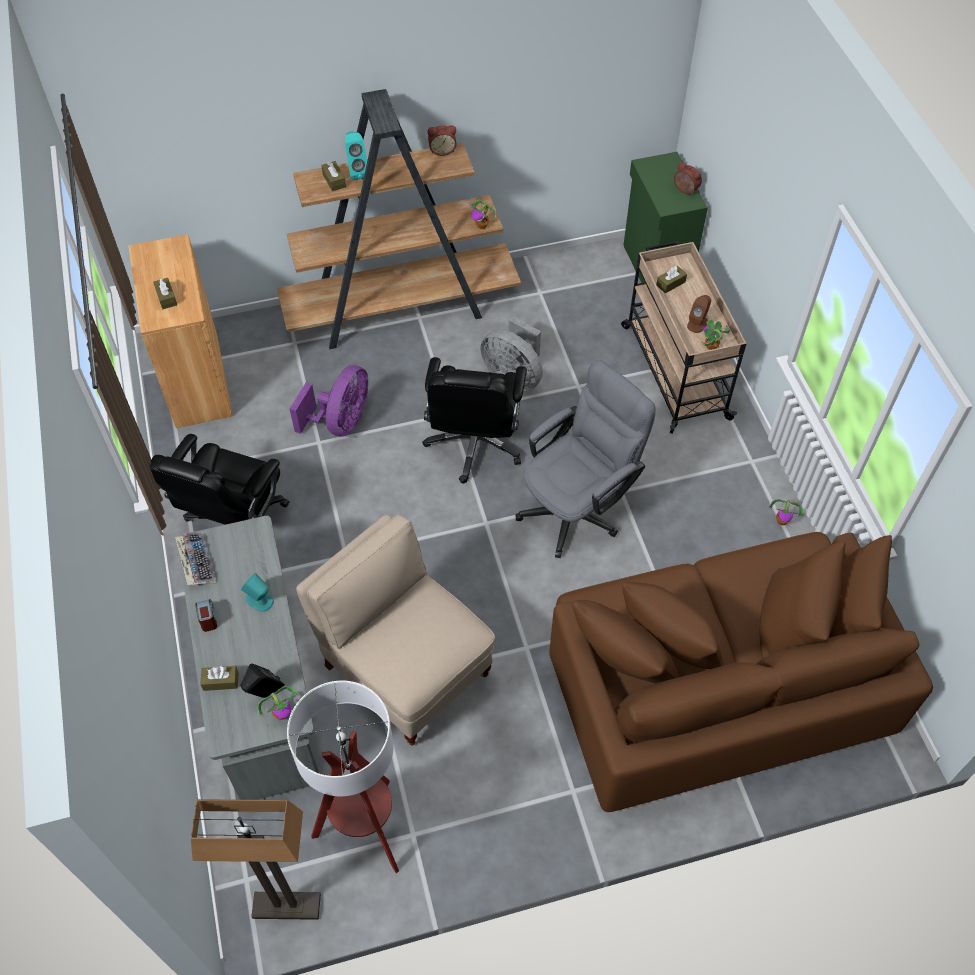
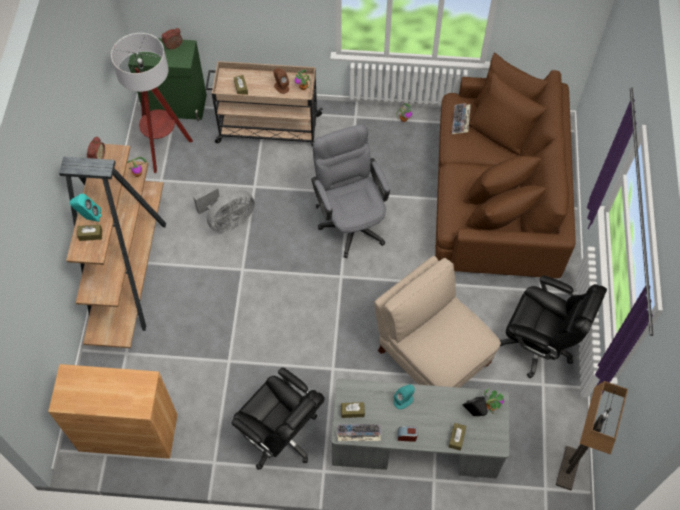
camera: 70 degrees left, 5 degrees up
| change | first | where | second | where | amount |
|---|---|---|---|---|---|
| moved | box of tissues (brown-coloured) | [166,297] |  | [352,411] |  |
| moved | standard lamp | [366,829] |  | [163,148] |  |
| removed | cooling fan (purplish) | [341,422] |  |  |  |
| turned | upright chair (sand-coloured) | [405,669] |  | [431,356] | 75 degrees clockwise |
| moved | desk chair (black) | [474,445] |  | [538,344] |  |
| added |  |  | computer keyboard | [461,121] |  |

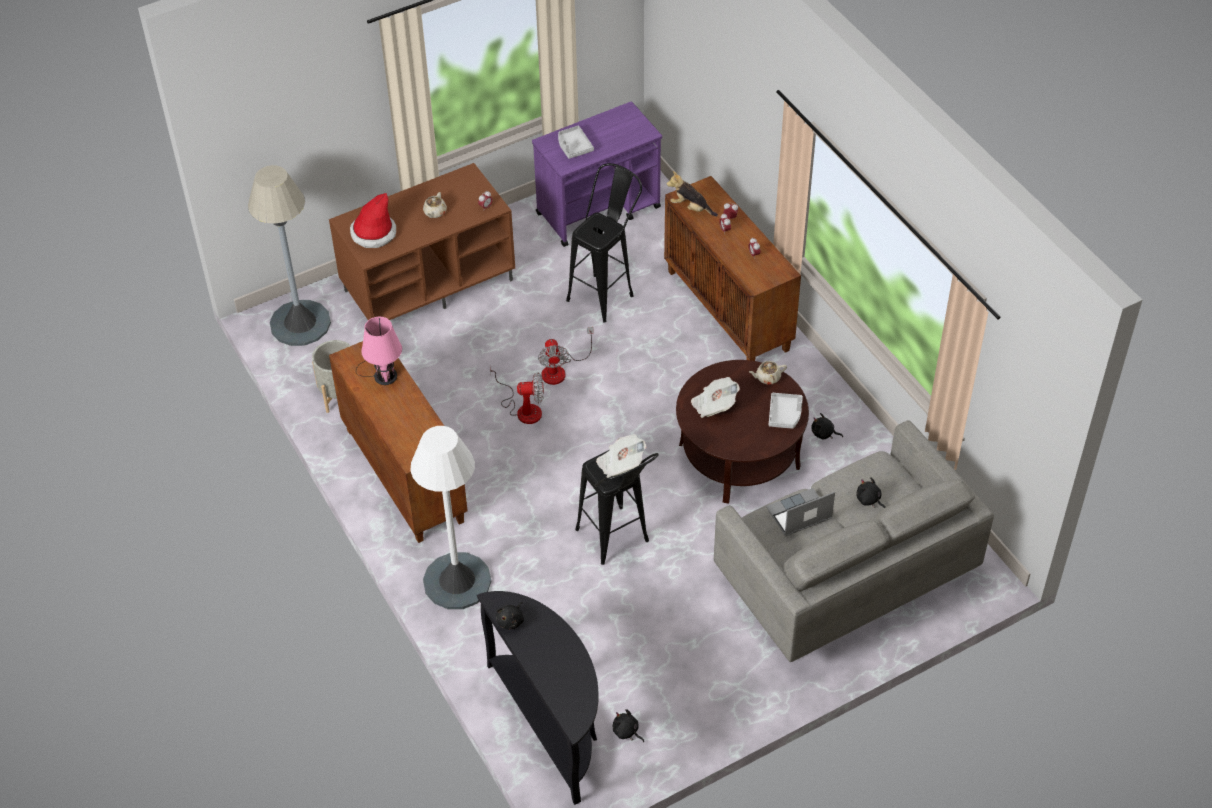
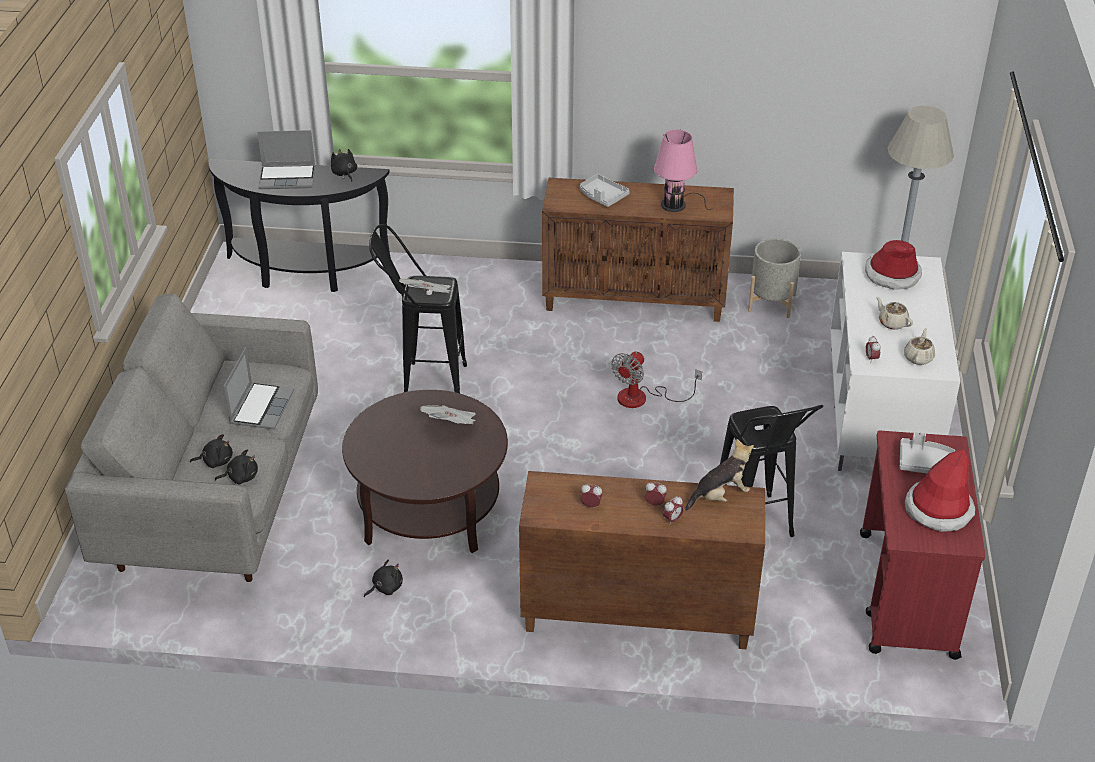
camera: 125 degrees right, 10 degrees down
| change | first | where | second | where | amount |
|---|---|---|---|---|---|
| recoloured | tv unit (brown-coloured) | [429,284] | tv unit (white) | [881,411] |  |
| removed | standard lamp (white) | [457,581] |  |  |  |
| recoloured | trolley (purplish) | [599,210] | trolley (reddish) | [907,595] |  |
| removed | cooling fan | [560,370] |  |  |  |
| moved | soft toy (black) | [626,732] |  | [241,477] |  |
| moved | teapot (sand-coloured) | [767,378] |  | [918,357] |  |
| moved | carrying tray (gray) | [785,414] |  | [602,196] |  |
| added |  |  | laptop | [288,177] |  |
| added |  |  | hat | [938,510] |  |

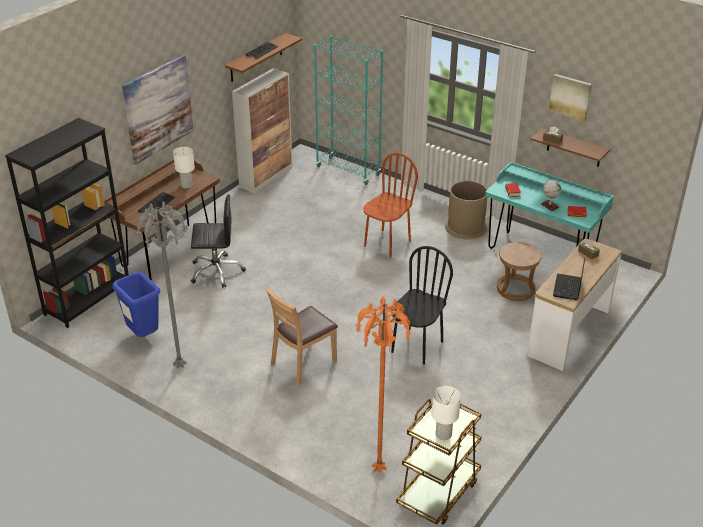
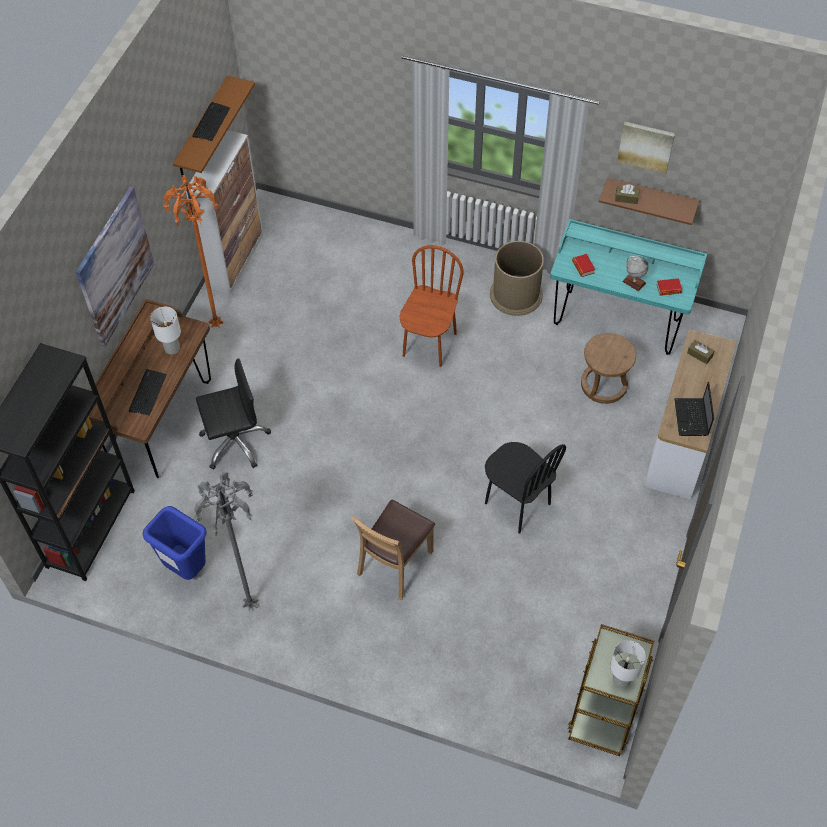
camera: 15 degrees left, 20 degrees up
| change | first | where | second | where | amount |
|---|---|---|---|---|---|
| removed | shelving unit (blue-green) | [348,171] |  |  |  |
| moved | standard lamp (orange-coloured) | [380,470] |  | [218,325] |  |
| turned | upright chair (black) | [416,346] |  | [517,504] | 120 degrees clockwise |

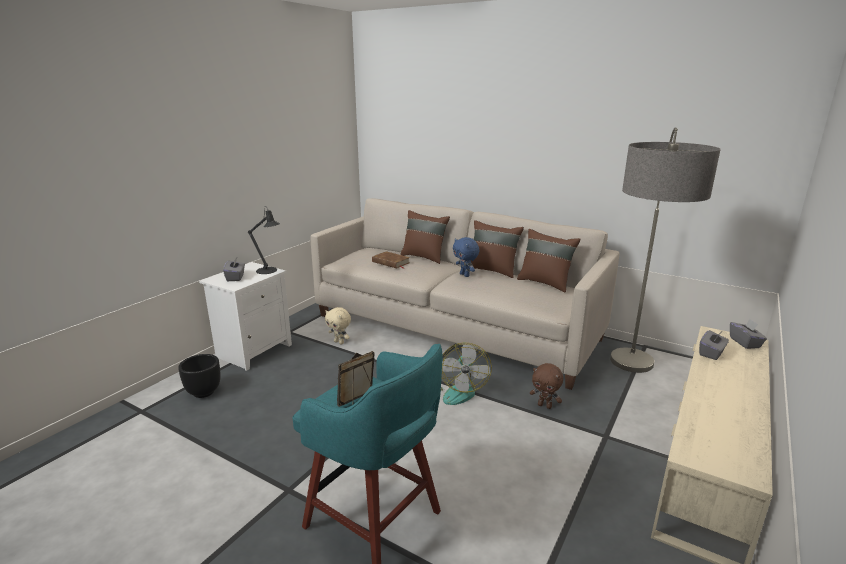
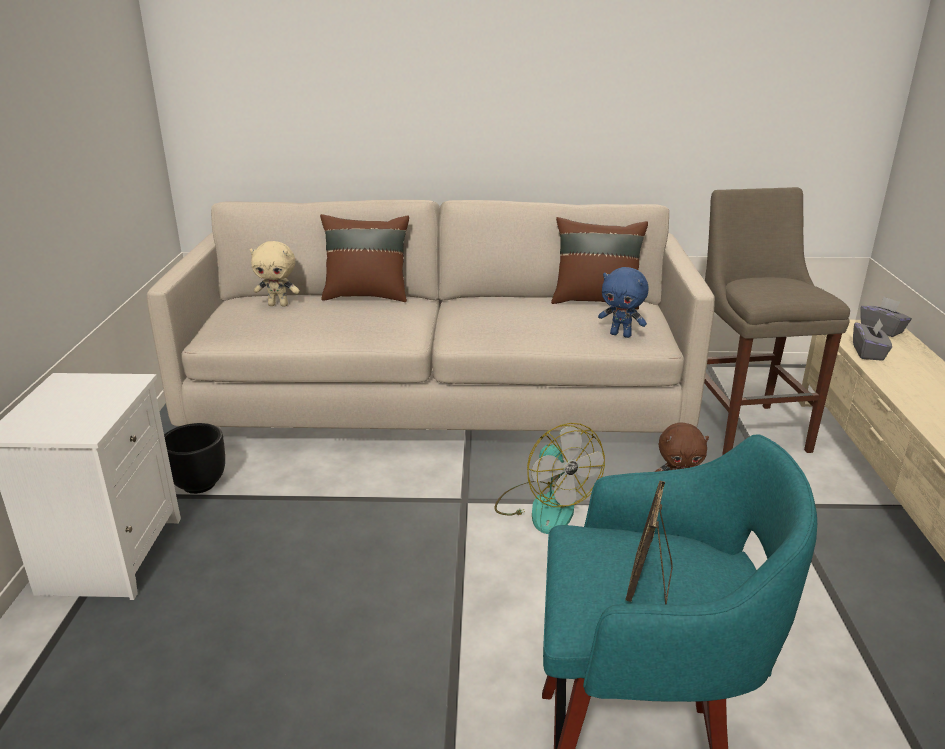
camera: 30 degrees left, 5 degrees up
| change | first | where | second | where | amount |
|---|---|---|---|---|---|
| moved | plant pot (black) | [204,392] |  | [200,485] |  |
| removed | box of tissues (gray) | [235,277] |  |  |  |
| removed | tabletop lamp (black) | [269,271] |  |  |  |
| moved | soft toy (sand-coloured) | [339,342] |  | [278,305] |  |
| removed | volume (brown-coloured) | [391,262] |  |  |  |
| moved | soft toy (blue) | [465,275] |  | [621,335] |  |
| removed | pillow (brown-coloured) | [492,270] |  |  |  |
| replaced | standard lamp | [629,387] | stool seat (sand-coloured) | [745,427] |  |

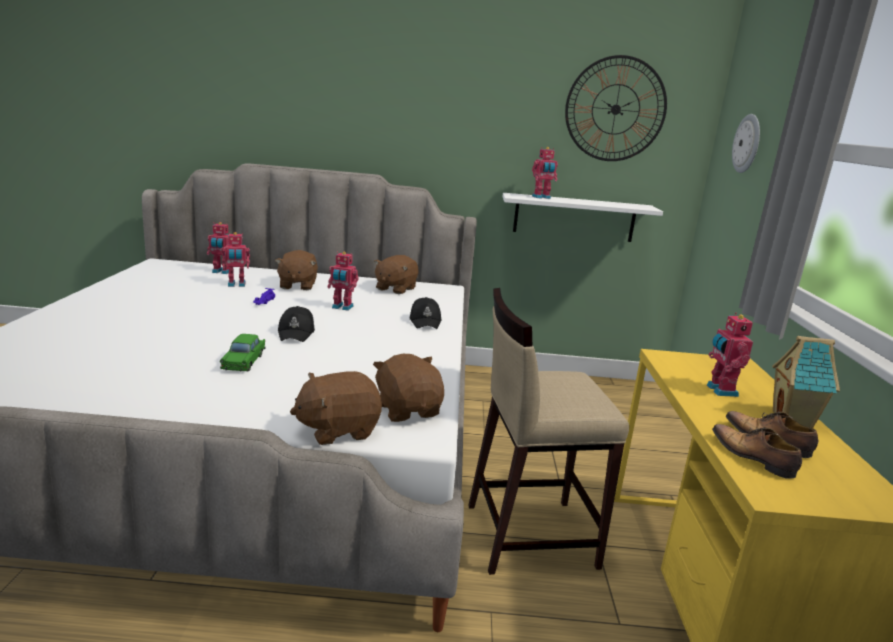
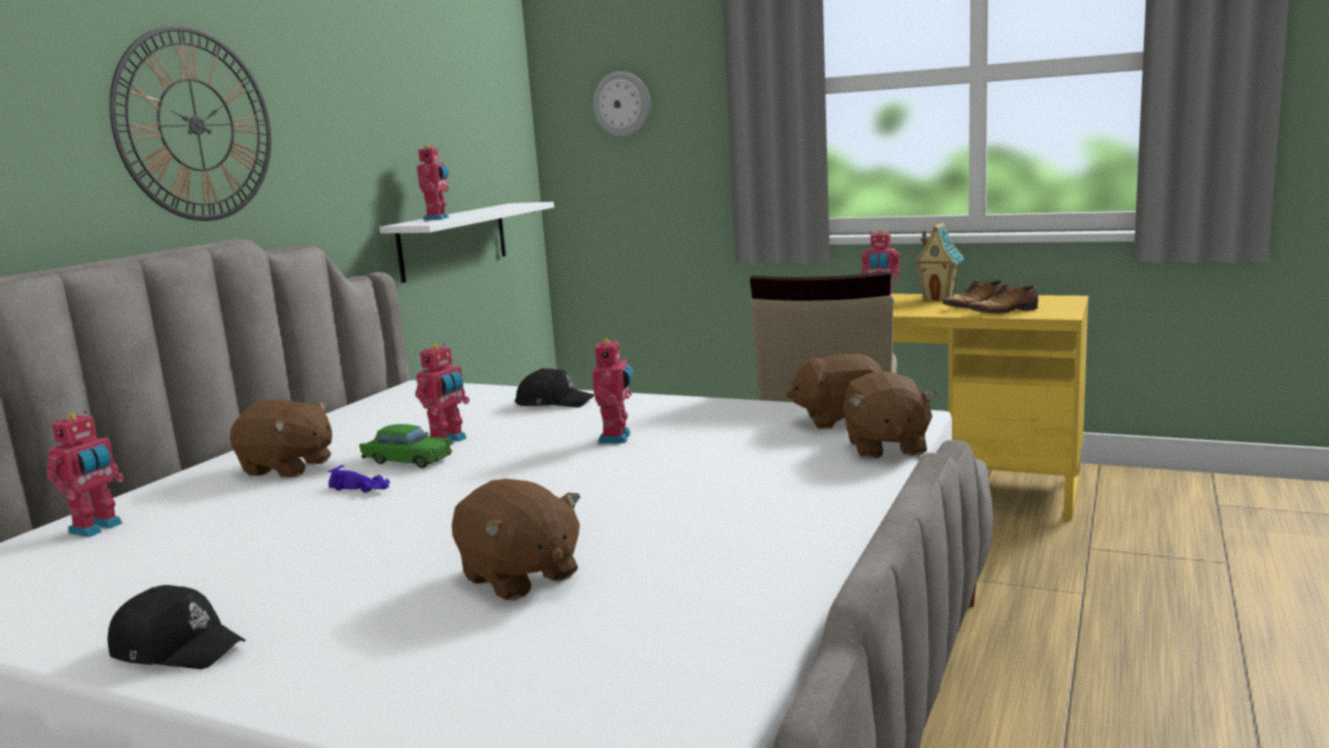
camera: 65 degrees left, 5 degrees down
| change | first | where | second | where | amount |
|---|---|---|---|---|---|
| moved | model car (greenish) | [244,361] |  | [407,460] |  |
| moved | toy robot | [236,285] |  | [617,438] |  |
| moved | cap (black) | [297,333] |  | [178,647] |  |
| moved | soft toy (brown-coloured) | [395,289] |  | [519,577] |  |
| moved | clock on the wall | [615,109] |  | [196,125] |  |

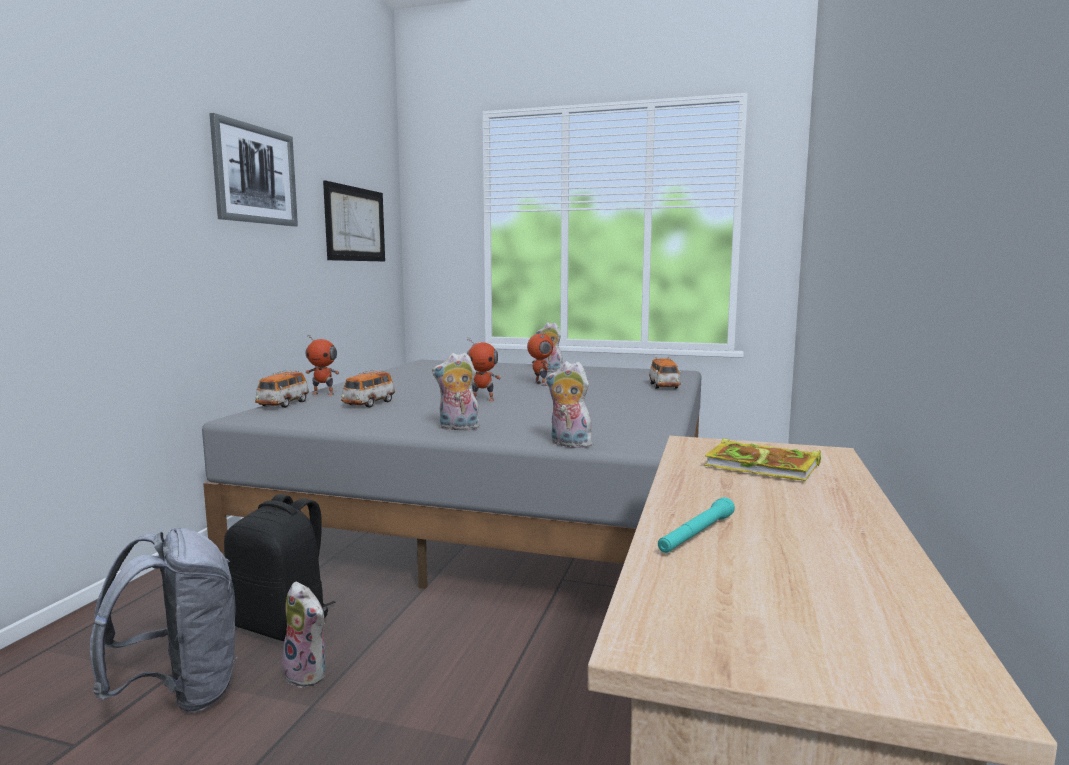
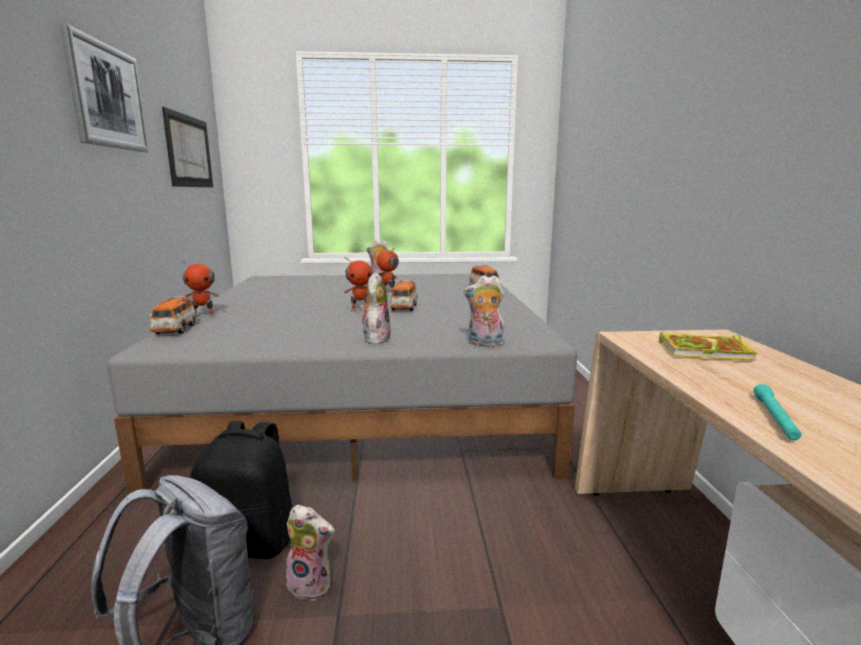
camera: 20 degrees left, 5 degrees up
| change | first | where | second | where | amount |
|---|---|---|---|---|---|
| moved | model car | [369,404] |  | [404,308] |  |
| turned | soft toy | [458,428] |  | [375,339] | 120 degrees clockwise |

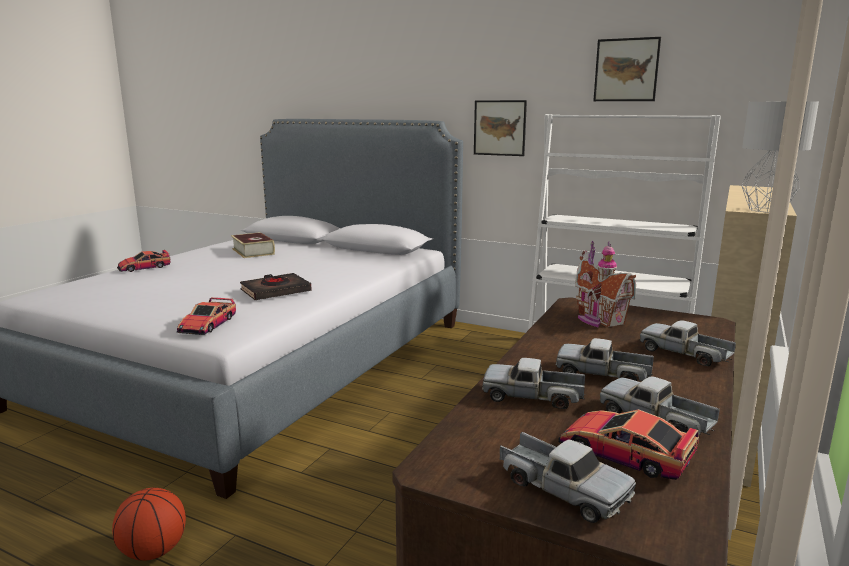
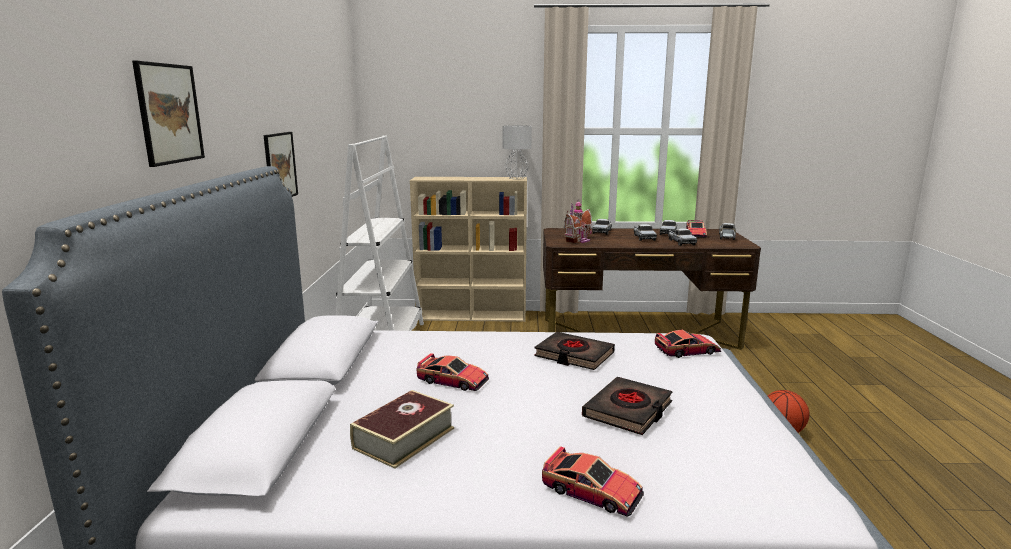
camera: 115 degrees left, 0 degrees up
| change | first | where | second | where | amount |
|---|---|---|---|---|---|
| moved | picture | [626,70] |  | [169,113] |  |
| added |  |  | model car | [453,381] |  |
| added |  |  | volume (black) | [628,410] |  |

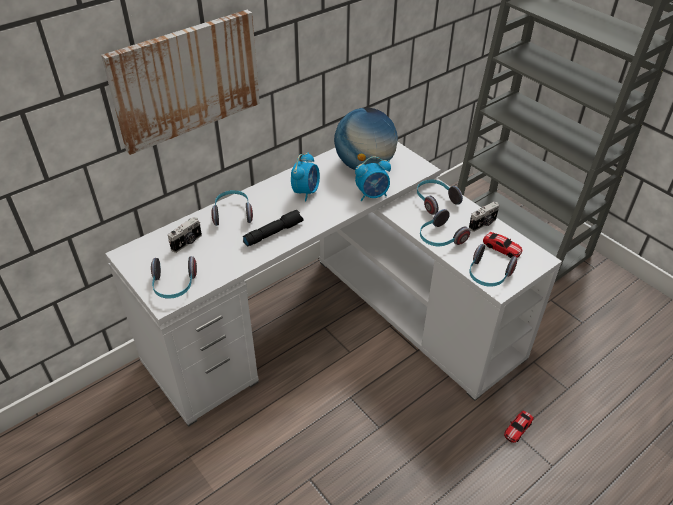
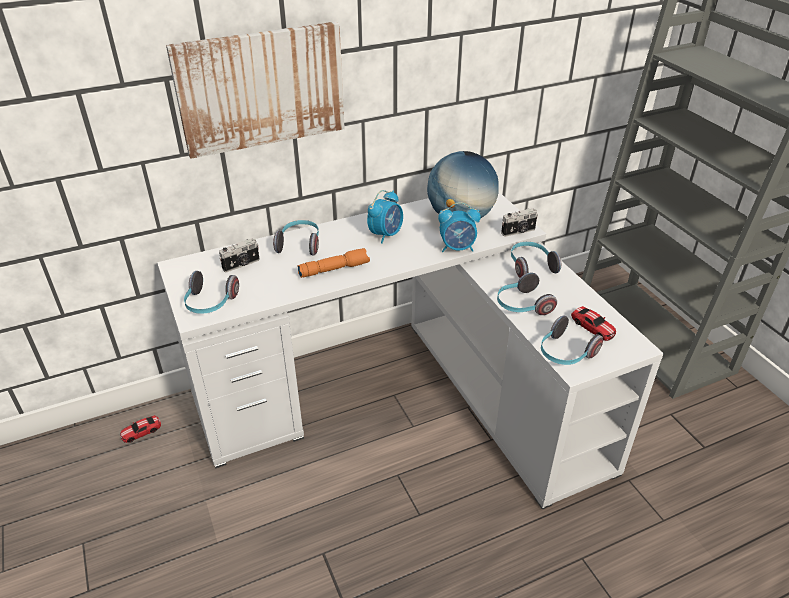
camera: 15 degrees right, 5 degrees down
| change | first | where | second | where | amount |
|---|---|---|---|---|---|
| recoloured | torch (black) | [273,232] | torch (orange-coloured) | [334,269] |  |
| moved | still camera | [483,224] |  | [518,232] |  |
| moved | model car | [518,428] |  | [141,431] |  |

